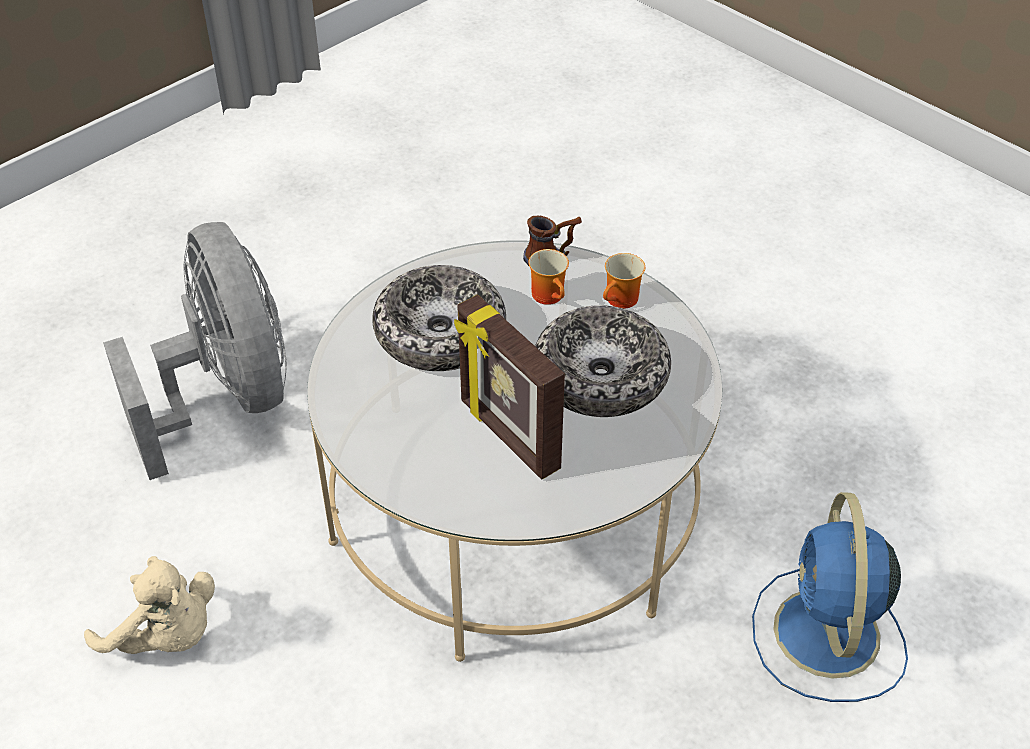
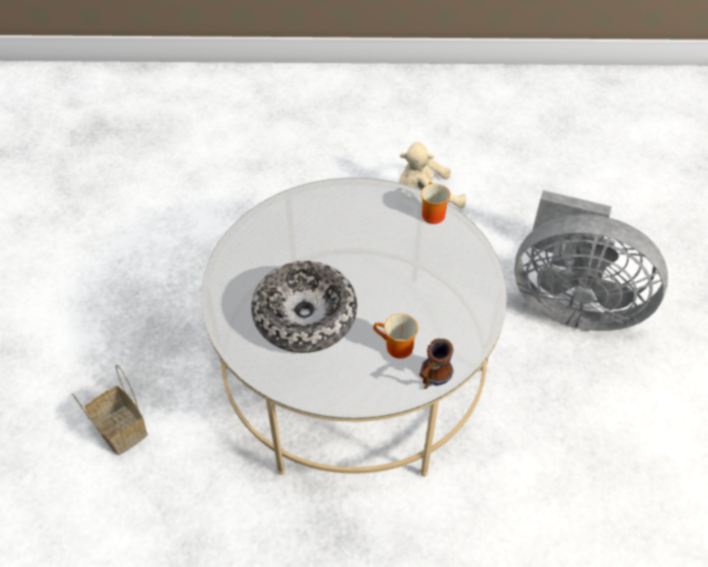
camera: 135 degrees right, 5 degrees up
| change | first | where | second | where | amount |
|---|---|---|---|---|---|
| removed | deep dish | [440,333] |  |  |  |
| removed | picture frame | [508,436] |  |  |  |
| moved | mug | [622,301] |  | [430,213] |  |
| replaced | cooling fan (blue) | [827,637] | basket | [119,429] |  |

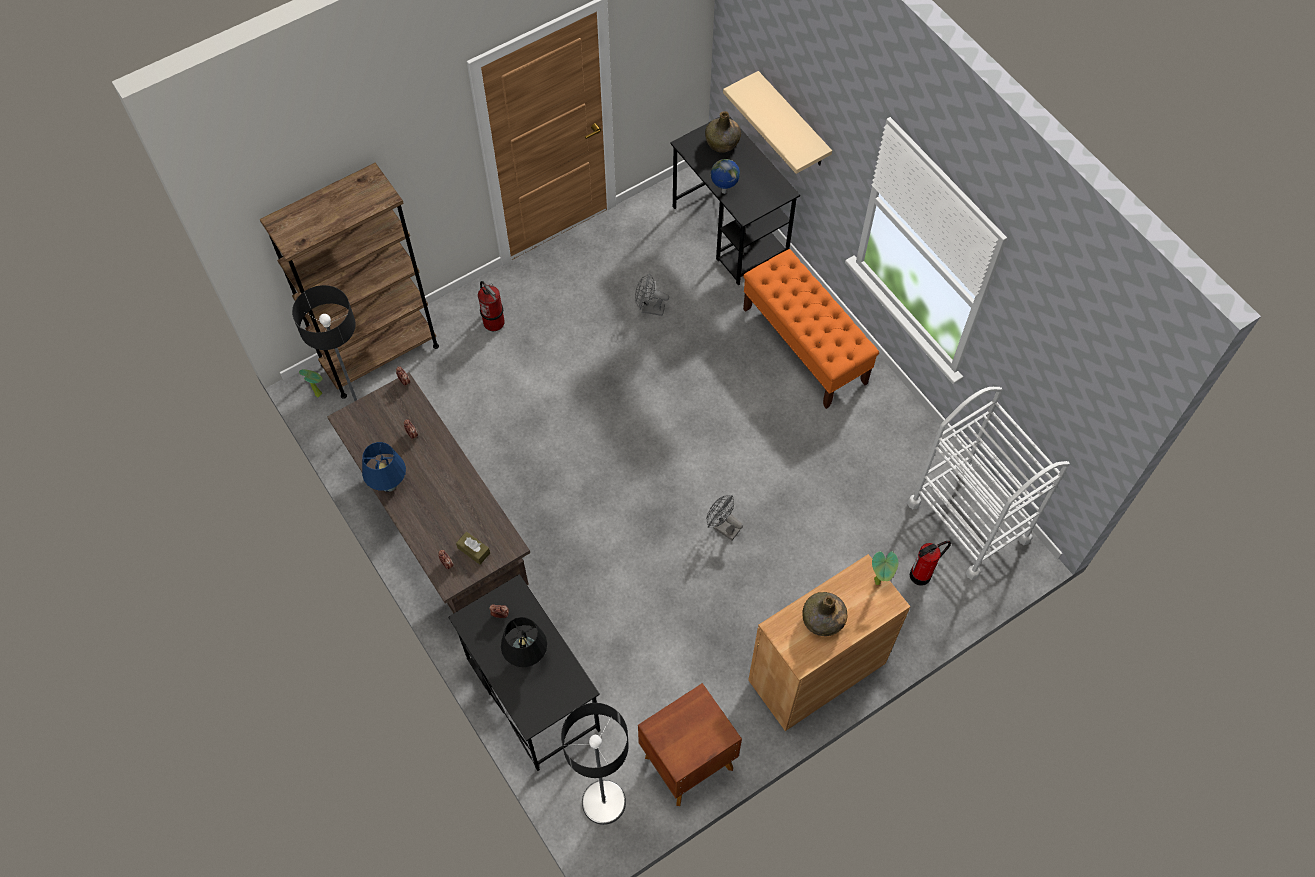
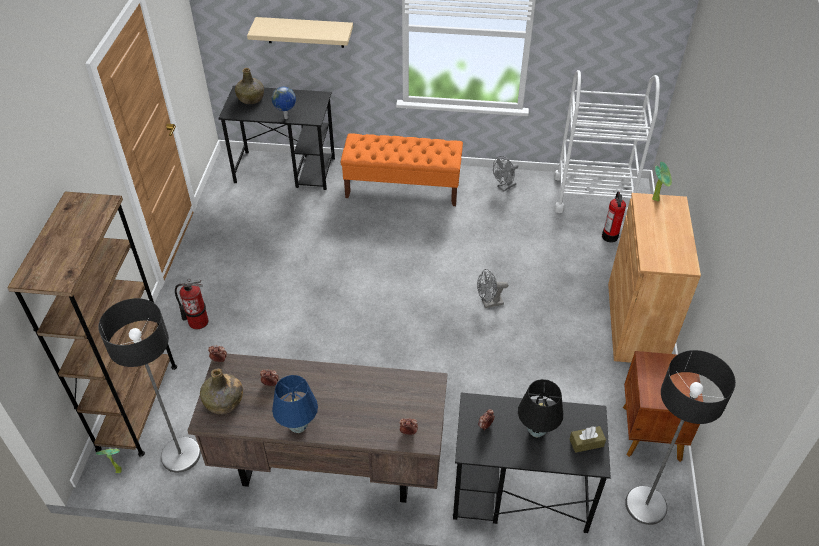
camera: 50 degrees left, 15 degrees down
| change | first | where | second | where | amount |
|---|---|---|---|---|---|
| moved | box of tissues (brown-coloured) | [474,550] |  | [586,443] |  |
| moved | cooling fan (gray) | [649,309] |  | [504,187] |  |
| moved | beverage bottle (greenish) | [822,620] |  | [224,401] |  |

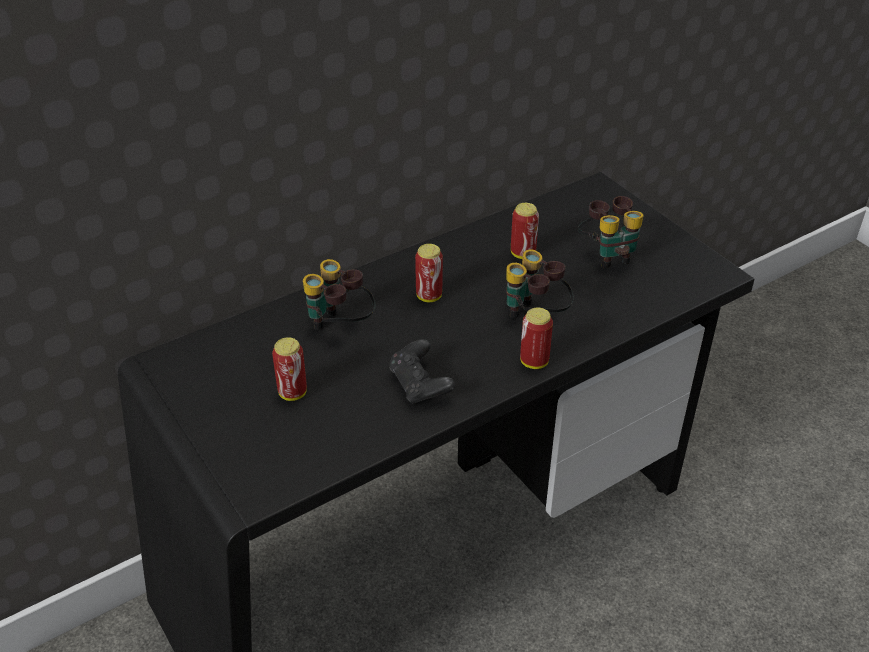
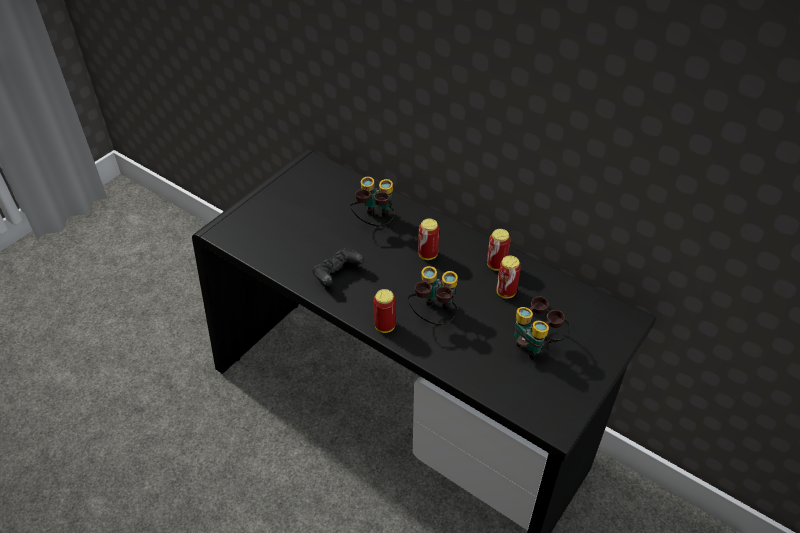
camera: 70 degrees right, 5 degrees up
| change | first | where | second | where | amount |
|---|---|---|---|---|---|
| moved | sealed can | [292,393] |  | [496,265] |  |

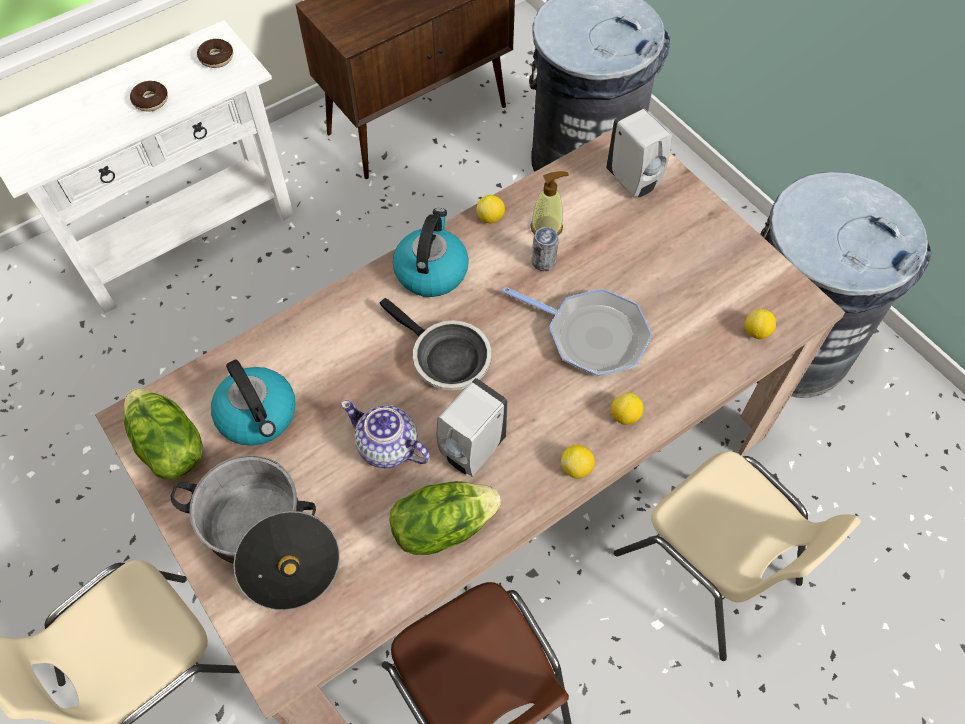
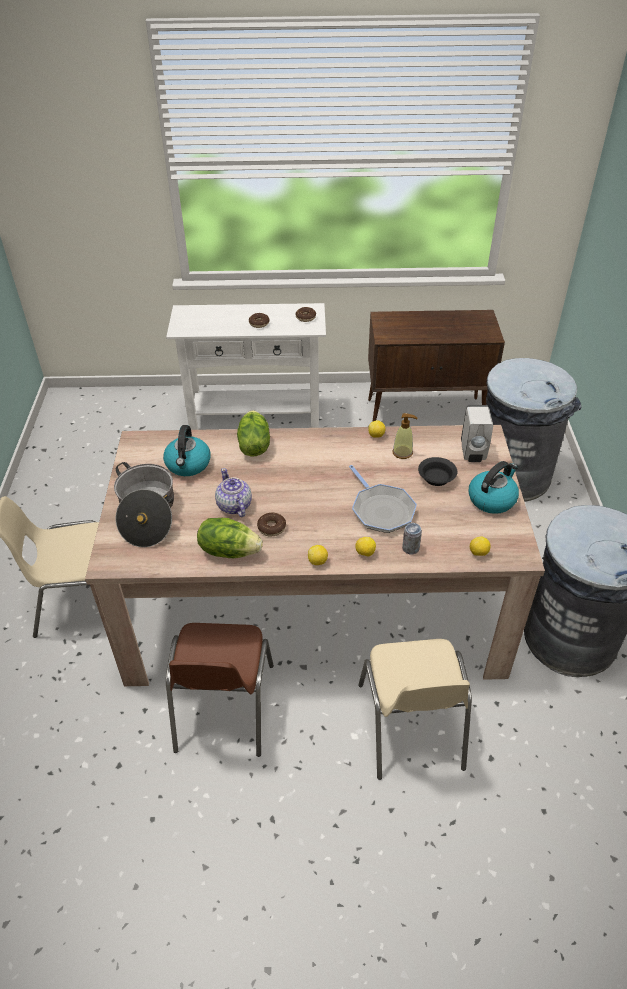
camera: 35 degrees right, 15 degrees down
| change | first | where | second | where | amount |
|---|---|---|---|---|---|
| moved | lettuce head | [168,447] |  | [253,445] |  |
| removed | skillet | [445,358] |  |  |  |
| moved | tea kettle | [431,270] |  | [492,499] |  |
| replaced | soap dispenser (white) | [471,451] | donut | [271,527] |  |
| moved | sealed can | [543,262] |  | [410,548] |  |
| added |  |  | deep dish (black) | [436,478] |  |

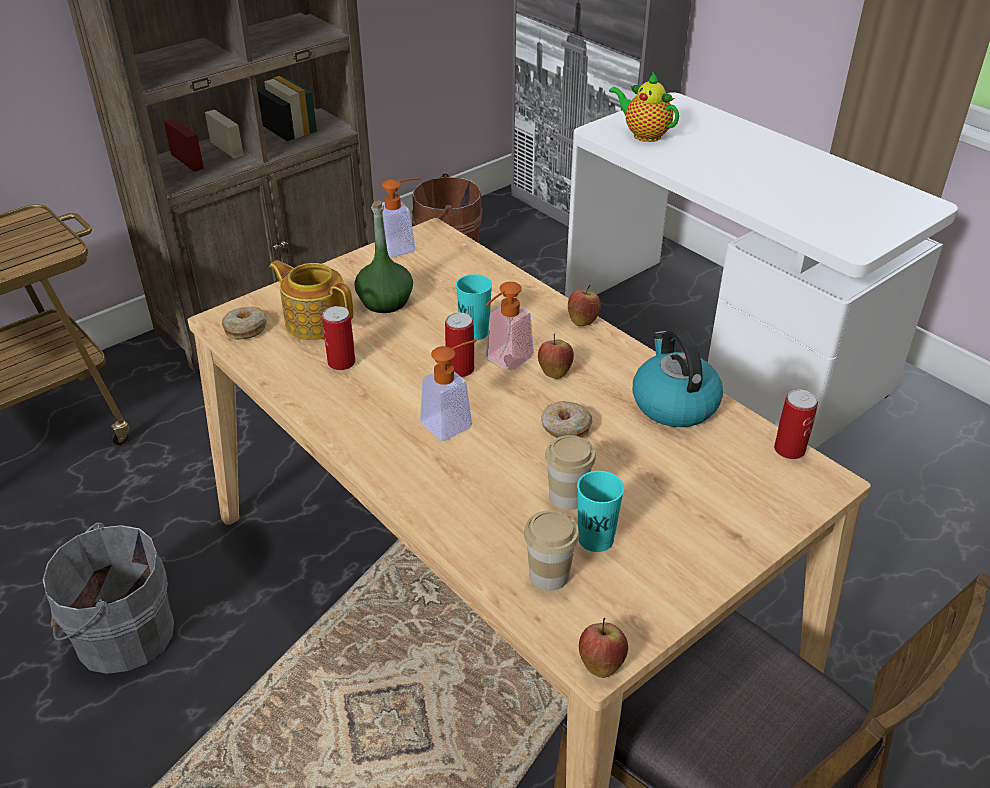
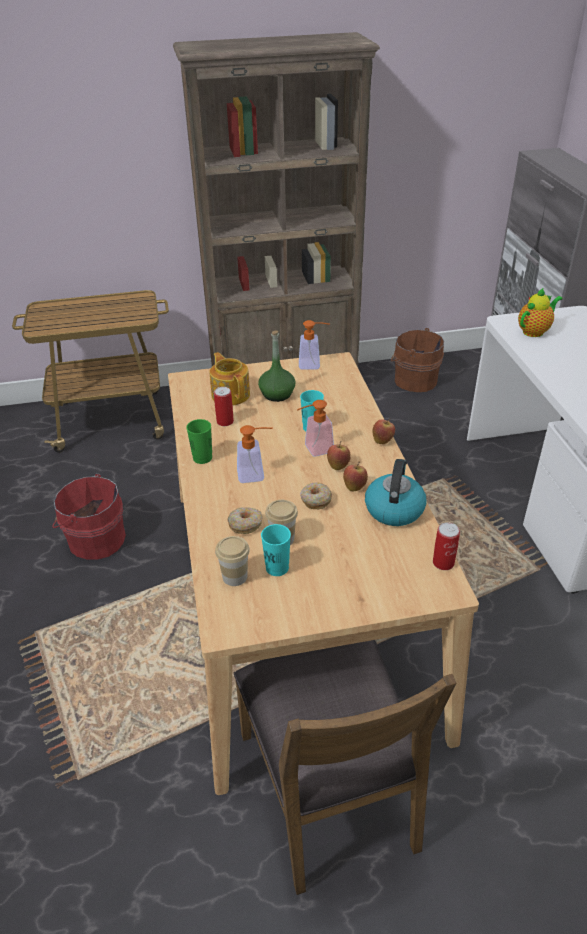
camera: 30 degrees right, 0 degrees up
| change | first | where | second | where | amount |
|---|---|---|---|---|---|
| recoloured | bucket (gray) | [120,634] | bucket (reddish) | [95,539] |  |
| moved | donut | [246,328] |  | [245,524] |  |
| removed | sealed can | [460,369] |  |  |  |
| moved | apple fruit | [601,663] |  | [354,486] |  |
| turned | teapot | [644,135] |  | [534,331] | 75 degrees clockwise |
| added |  |  | small cup (greenish) | [202,458] |  |

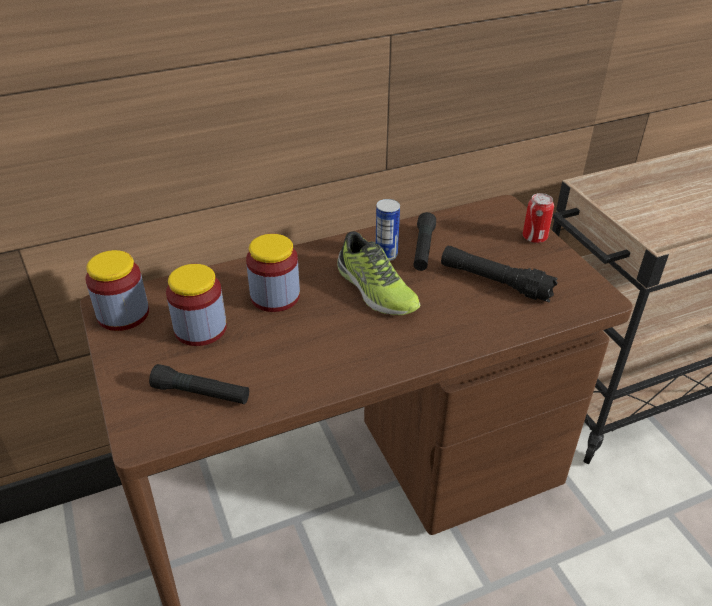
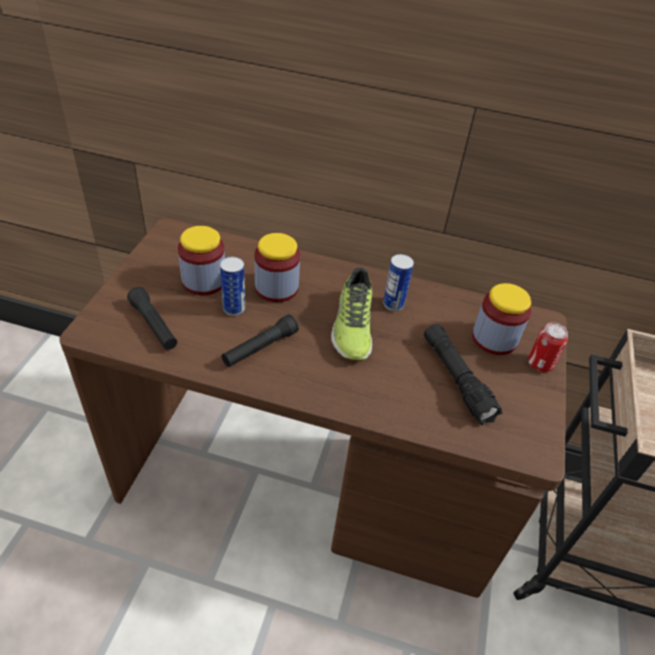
camera: 35 degrees right, 5 degrees up
| change | first | where | second | where | amount |
|---|---|---|---|---|---|
| moved | preserve jar | [123,314] |  | [494,339] |  |
| moved | torch (black) | [423,249] |  | [260,348] |  |
| added |  |  | sealed can | [234,309] |  |

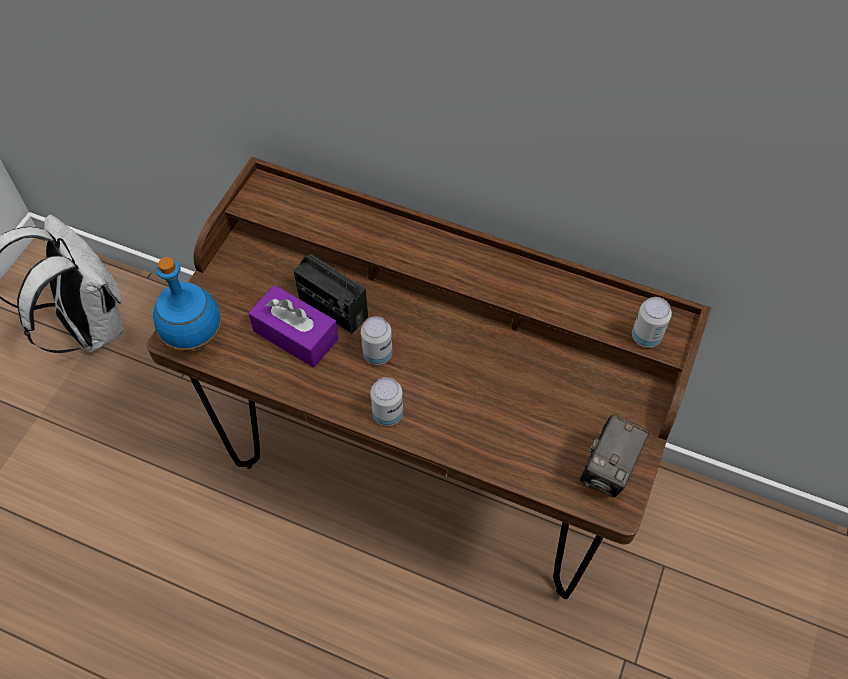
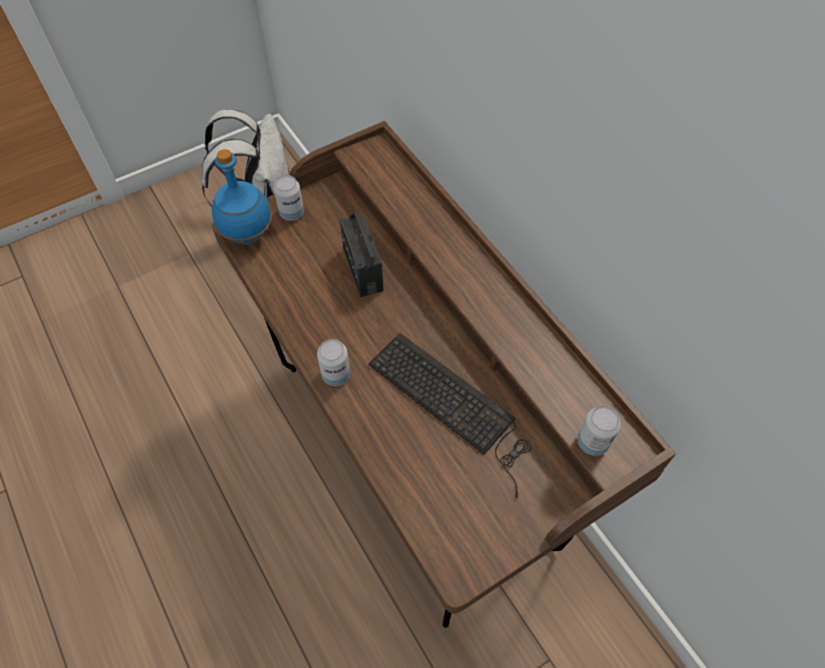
camera: 35 degrees right, 0 degrees up
| change | first | where | second | where | amount |
|---|---|---|---|---|---|
| removed | box of tissues (purplish) | [295,335] |  |  |  |
| moved | sealed can | [377,354] |  | [292,213] |  |
| removed | still camera | [608,470] |  |  |  |
| added |  |  | computer keyboard | [453,406] |  |

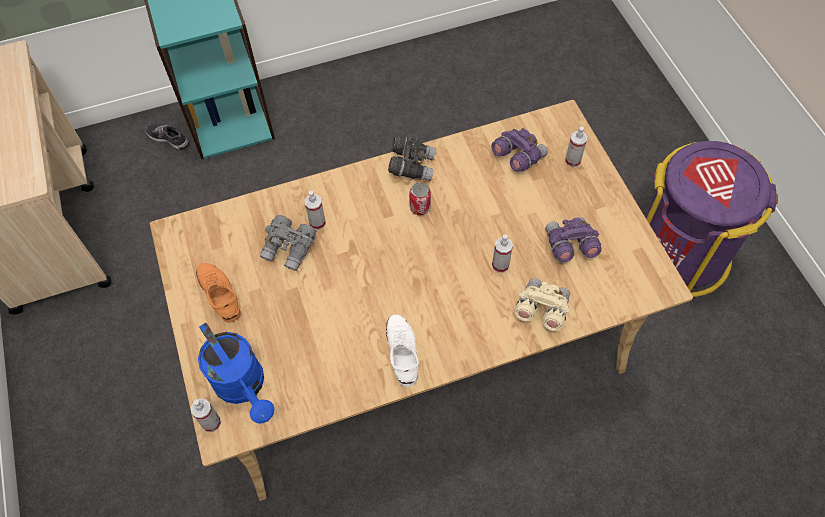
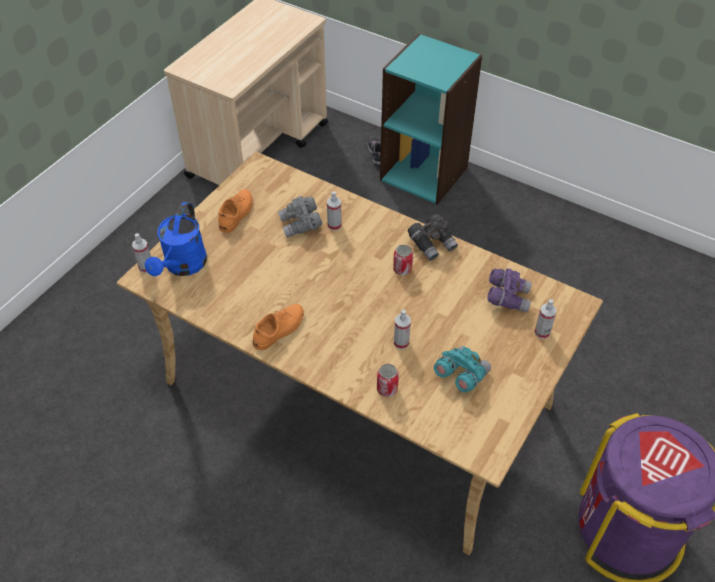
camera: 50 degrees right, 10 degrees down
| change | first | where | second | where | amount |
|---|---|---|---|---|---|
| recoloured | item of footwear (white) | [402,351] | item of footwear (orange-coloured) | [279,329] |  |
| replaced | binoculars (sand-coloured) | [541,310] | sealed can | [387,389] |  |
| recoloured | binoculars (purplish) | [569,246] | binoculars (blue-green) | [461,375] |  |

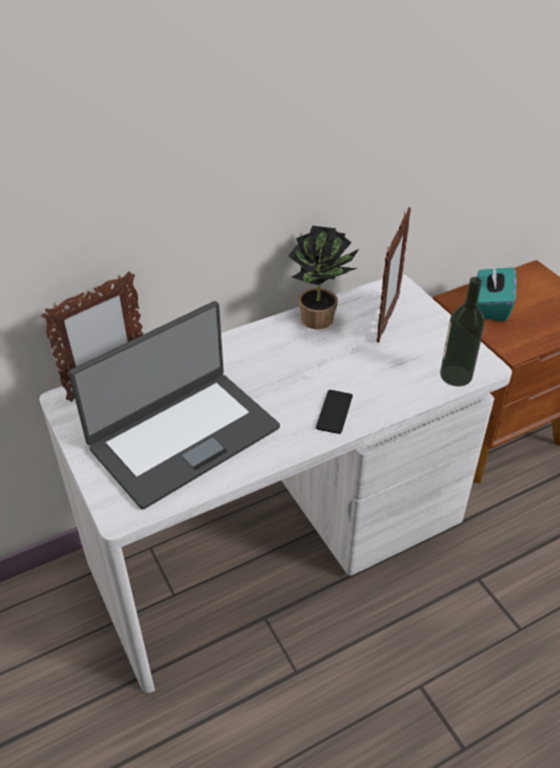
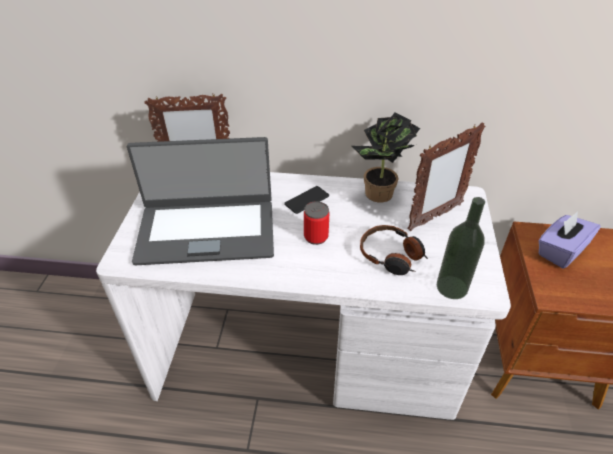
camera: 35 degrees right, 0 degrees up
| change | first | where | second | where | amount |
|---|---|---|---|---|---|
| moved | handset | [334,412] |  | [307,200] |  |
| recoloured | box of tissues (blue-green) | [490,306] | box of tissues (purplish) | [560,251] |  |
| added |  |  | sealed can | [316,237] |  |
| added |  |  | headset | [391,256] |  |

